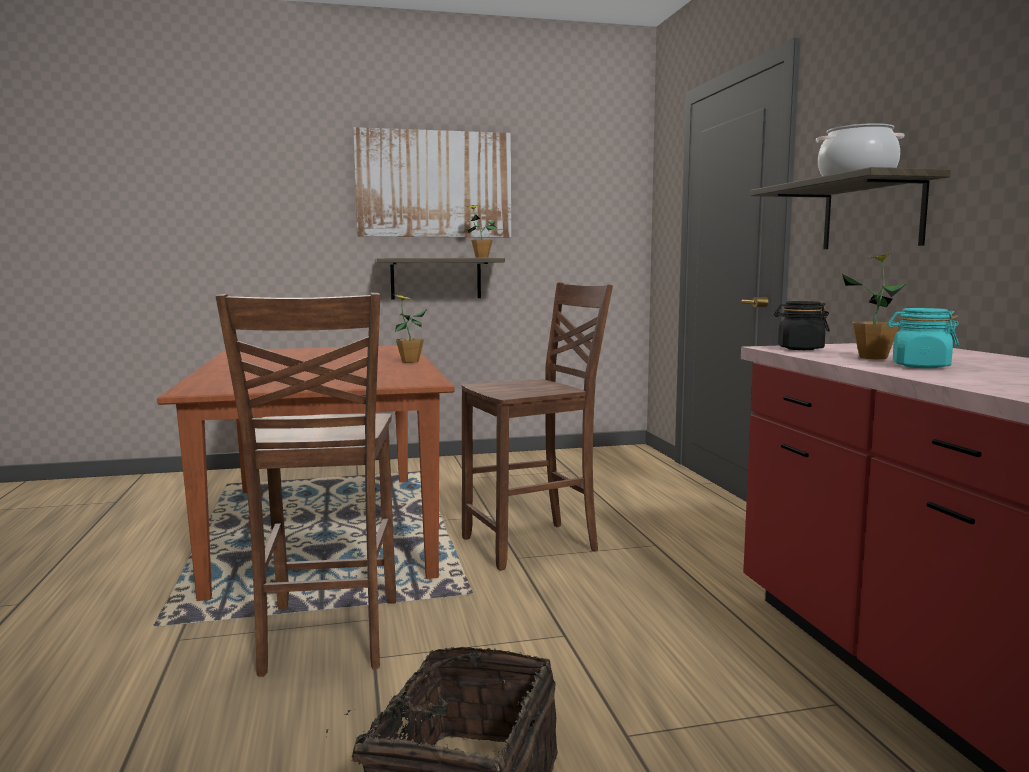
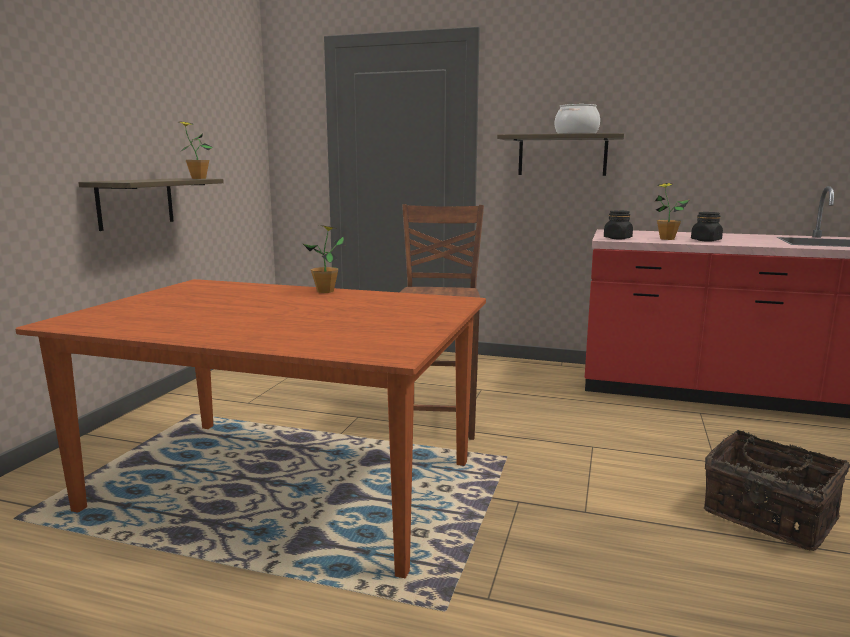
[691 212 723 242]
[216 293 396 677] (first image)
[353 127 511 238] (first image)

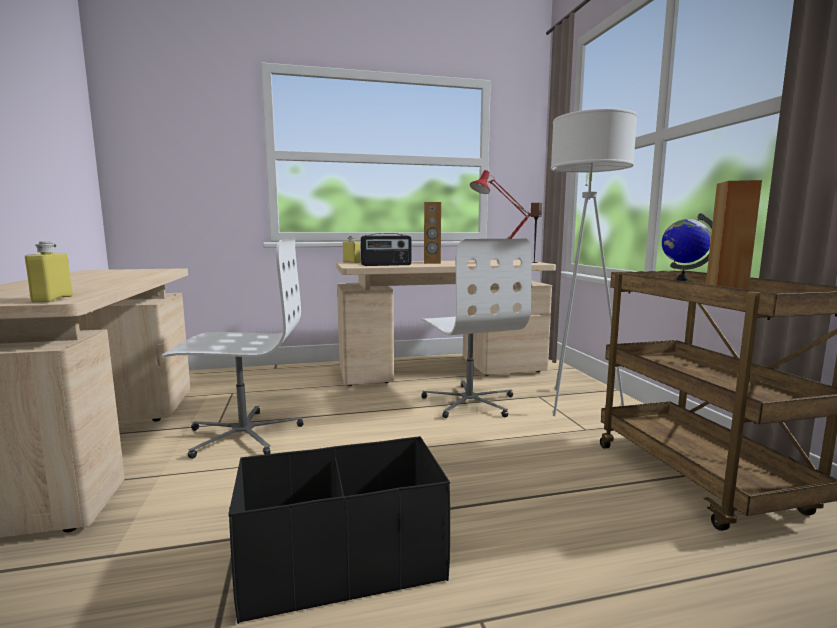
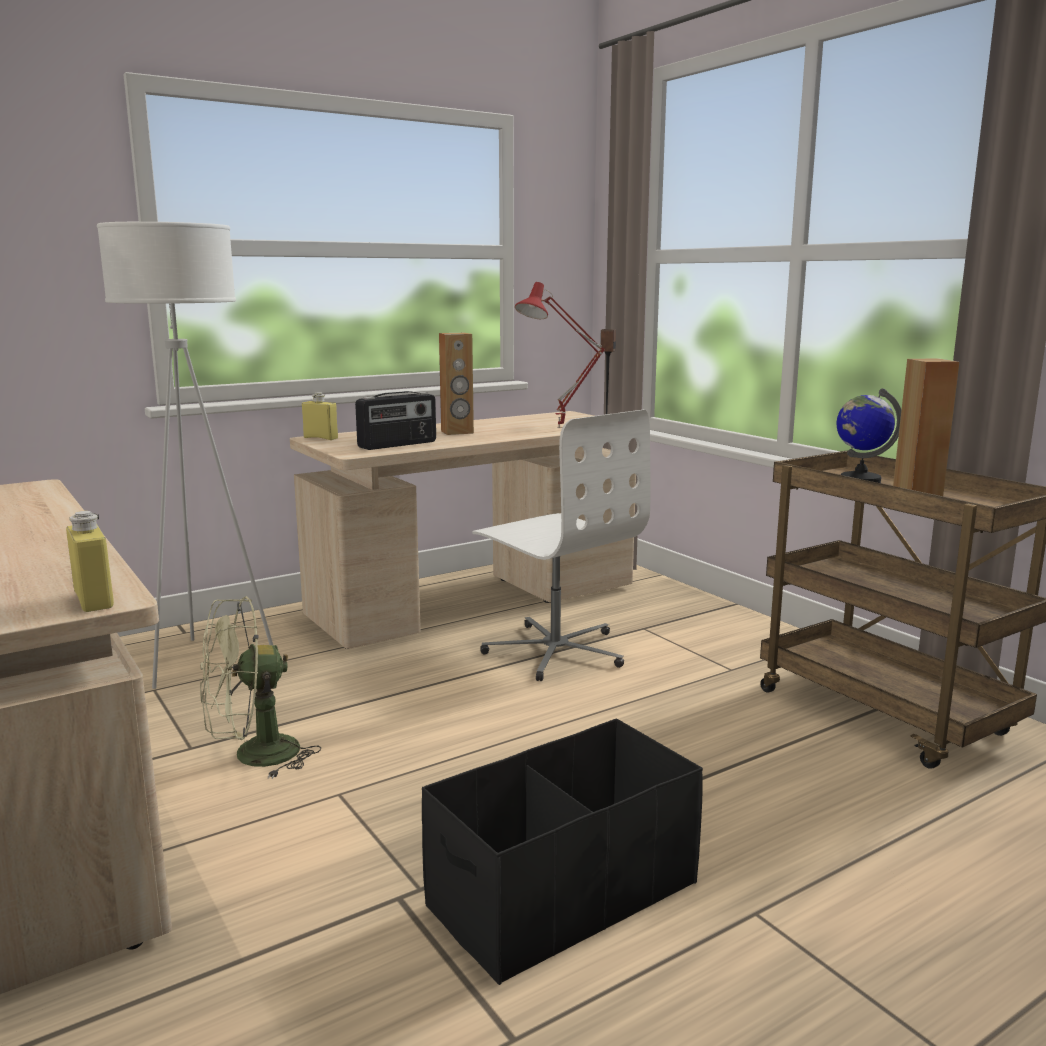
[97 222 273 689]
[200 596 321 779]

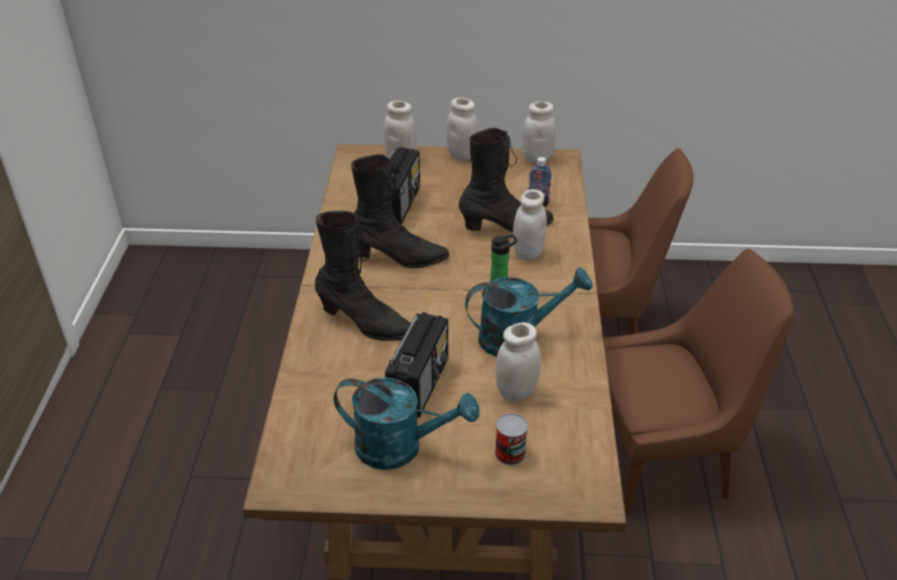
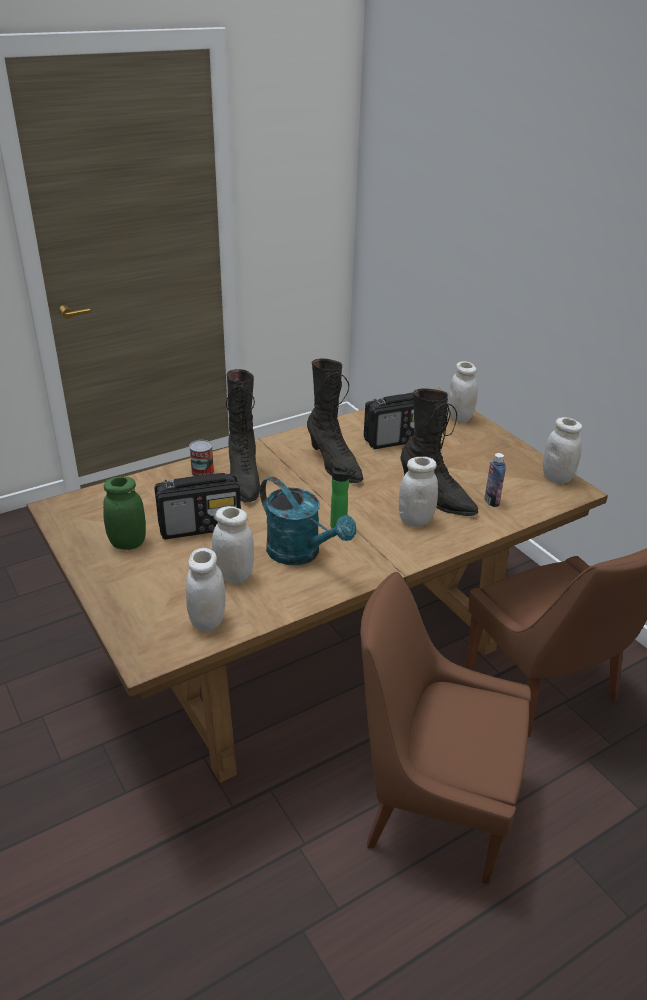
[103 477 146 550]
[186 548 225 632]
[189 440 214 476]
[360 572 531 884]

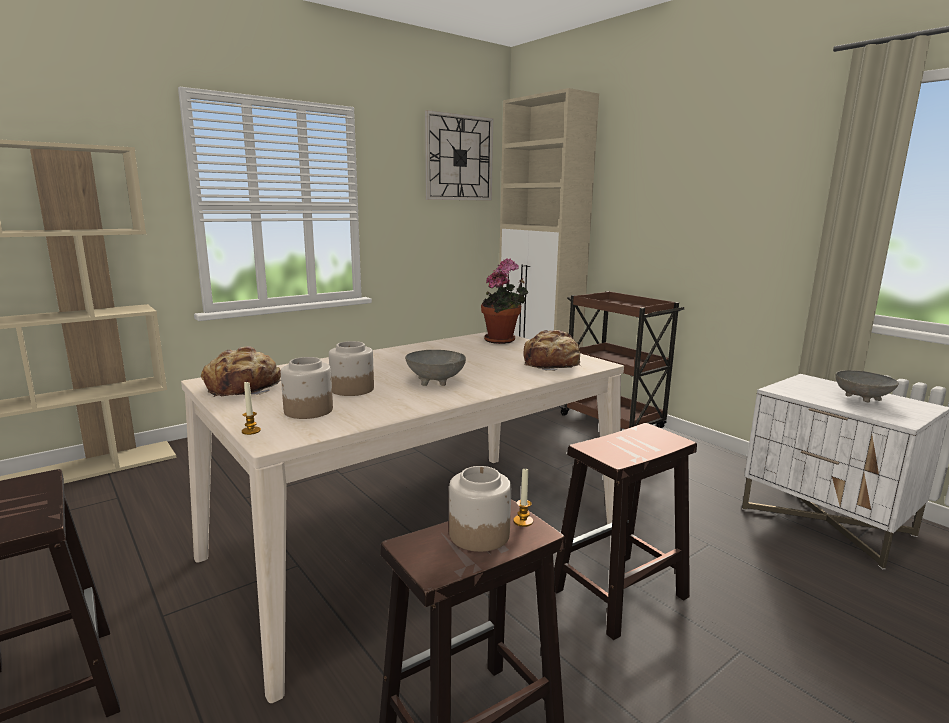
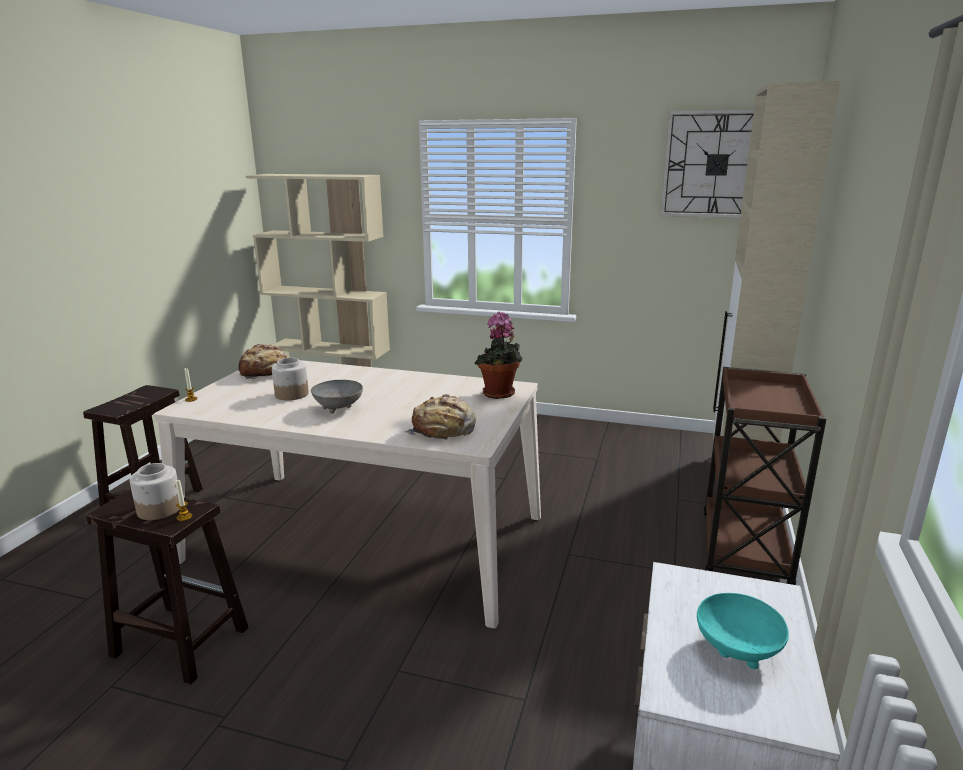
[697 593 789 669]
[281 357 333 419] (first image)
[554 423 697 640] (first image)

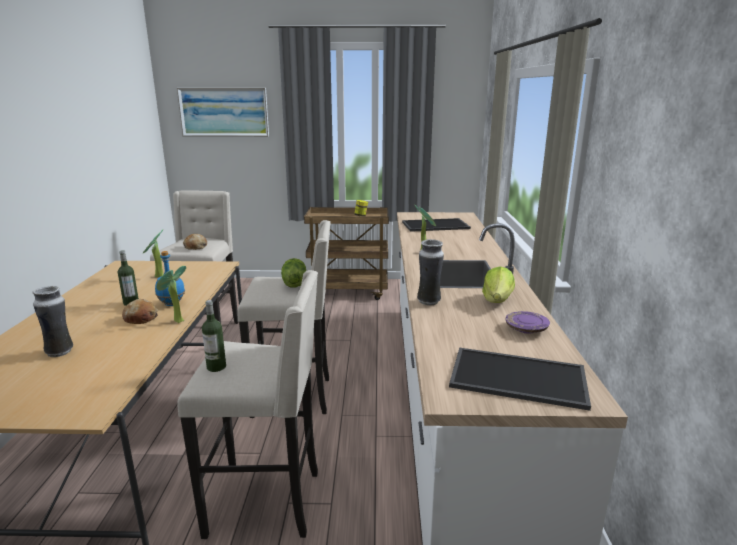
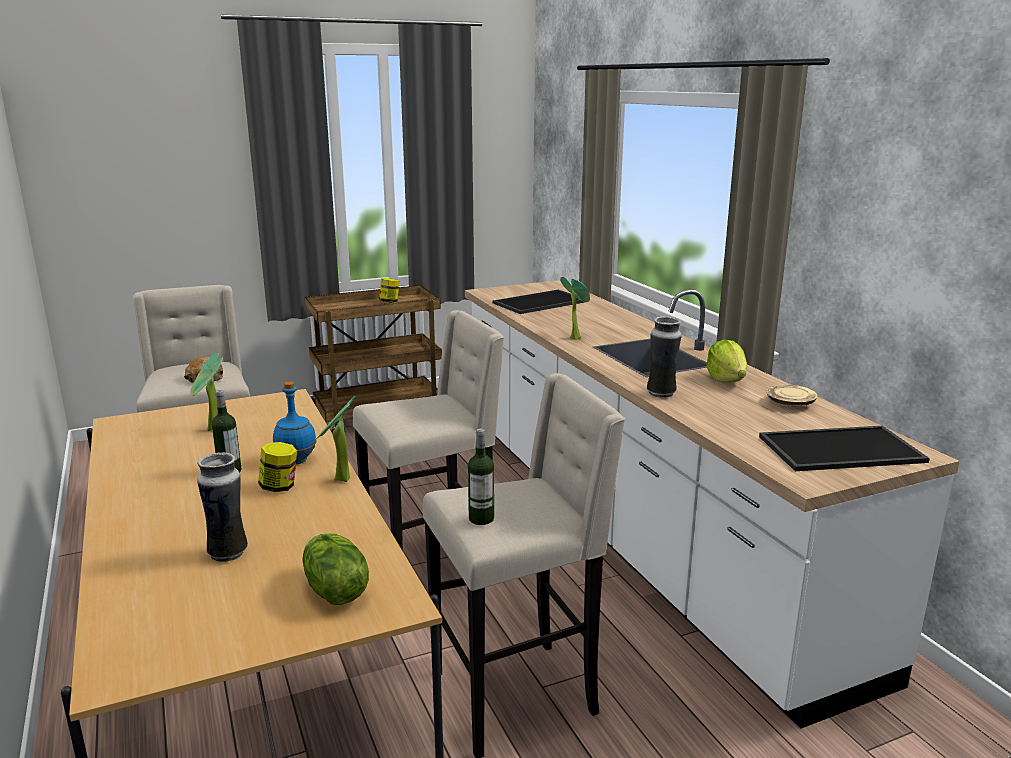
[258 442 297 492]
[303 533 369 605]
[767 385 817 408]
[177 88 269 137] (first image)

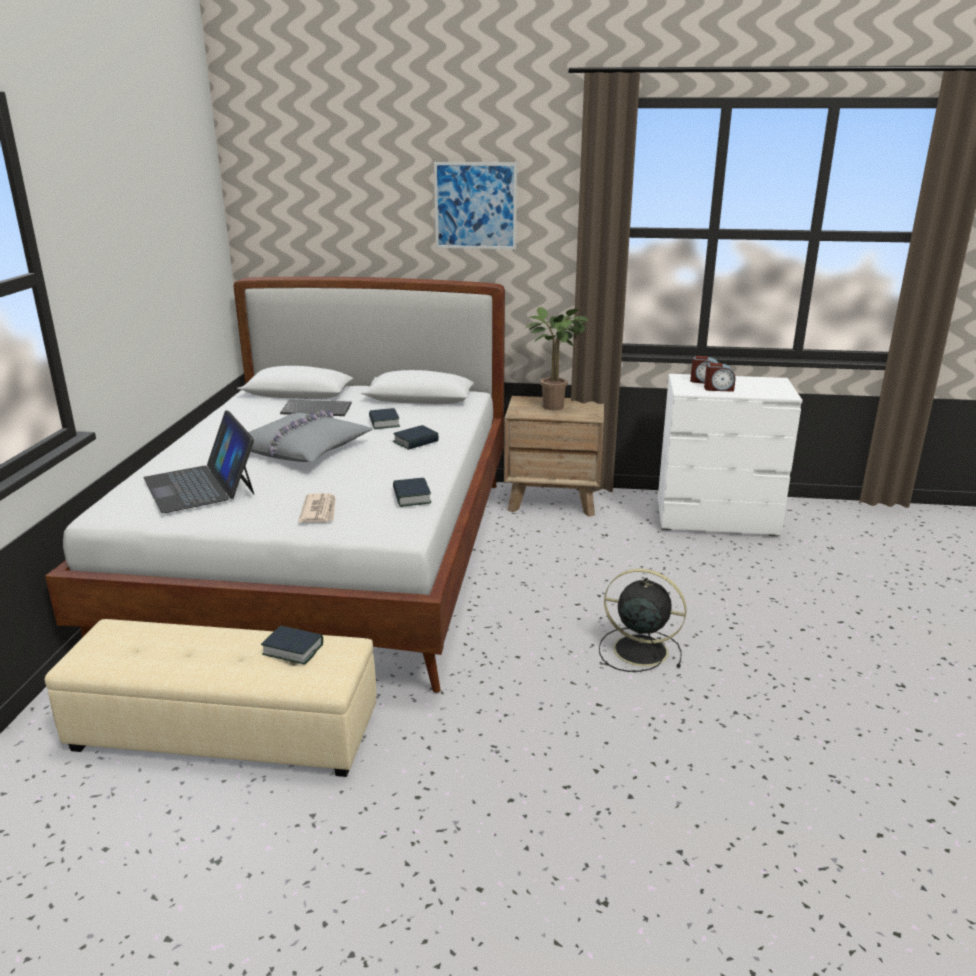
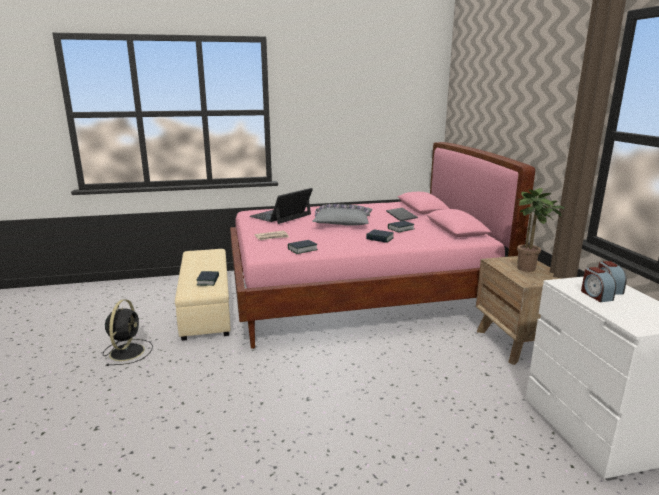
[103 300 153 366]
[230 142 535 349]
[434 162 517 249] (first image)

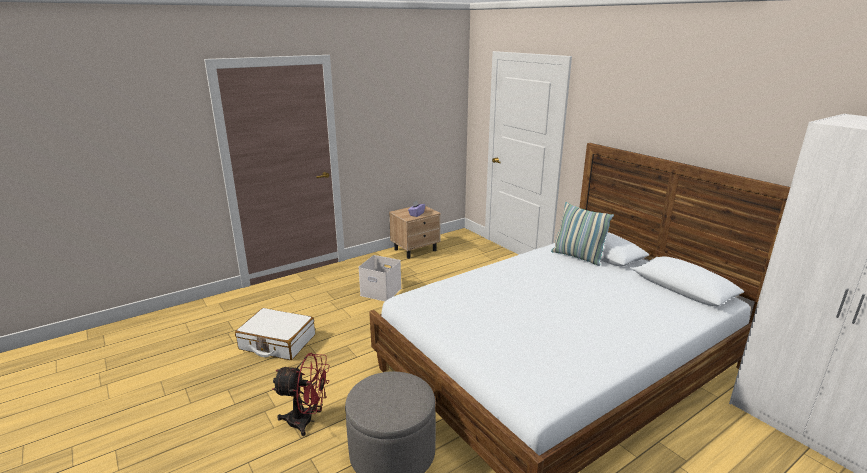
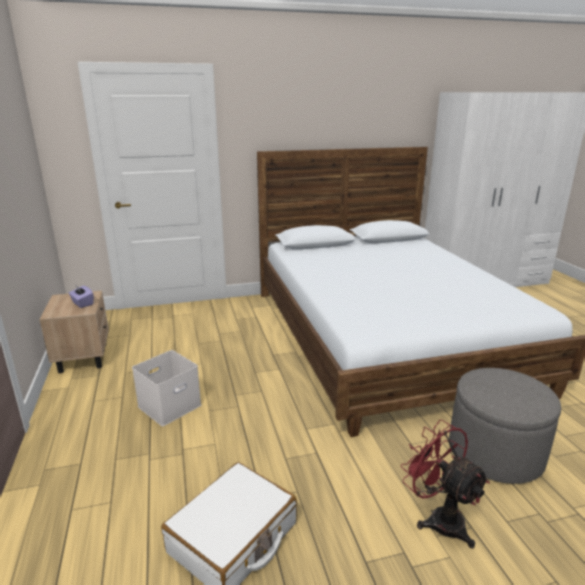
[401 419 490 548]
[551 202 614 266] (first image)

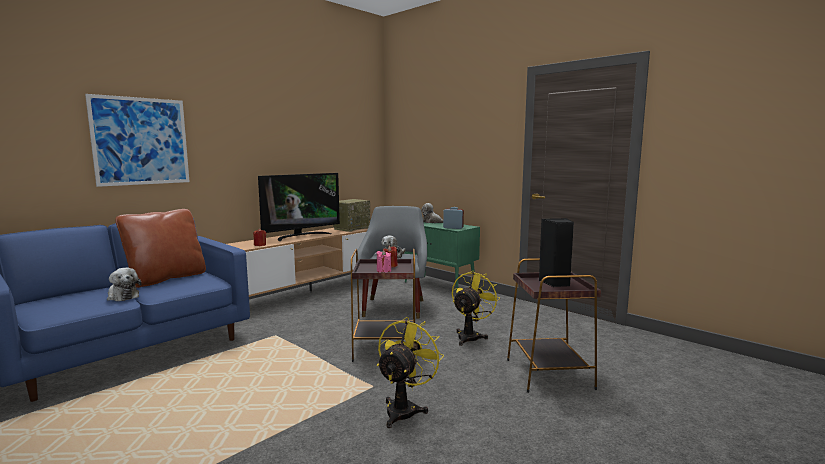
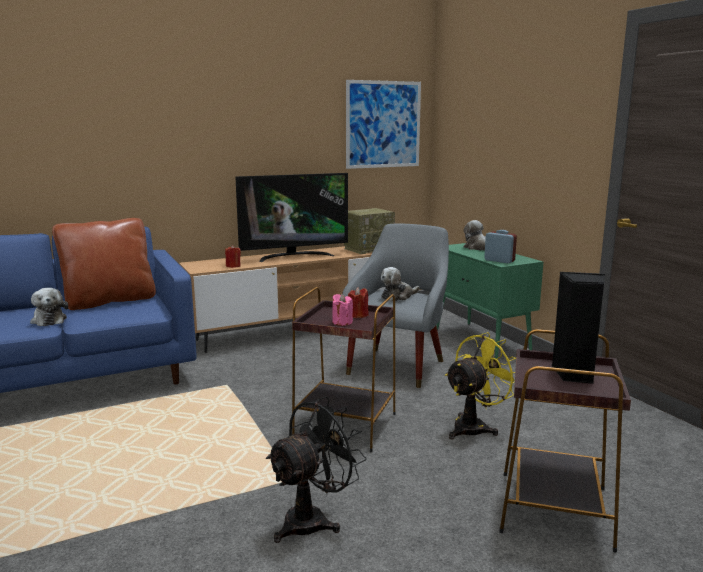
[266 397 366 543]
[346 80 421 169]

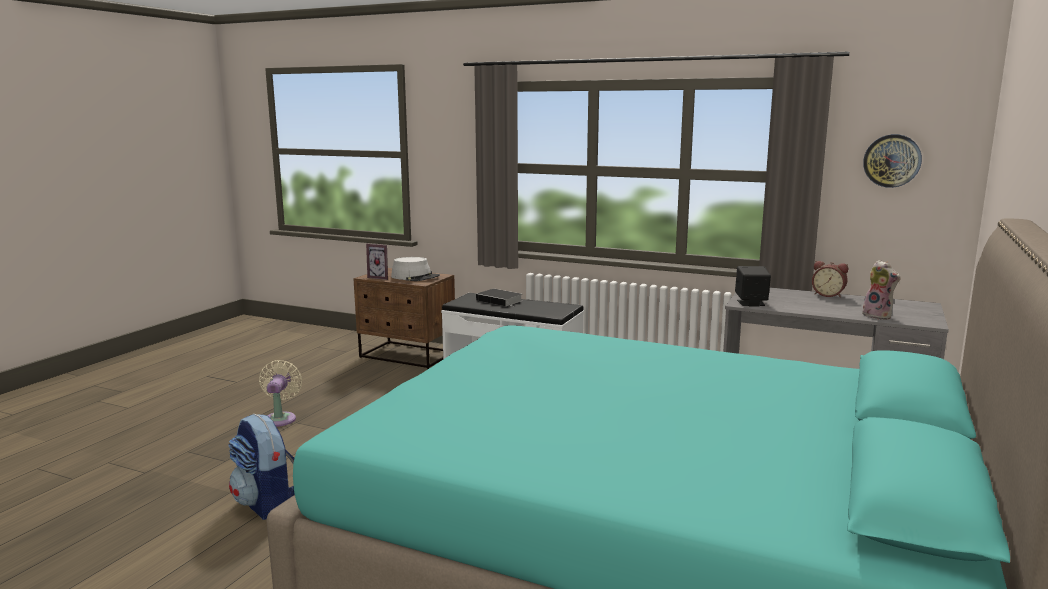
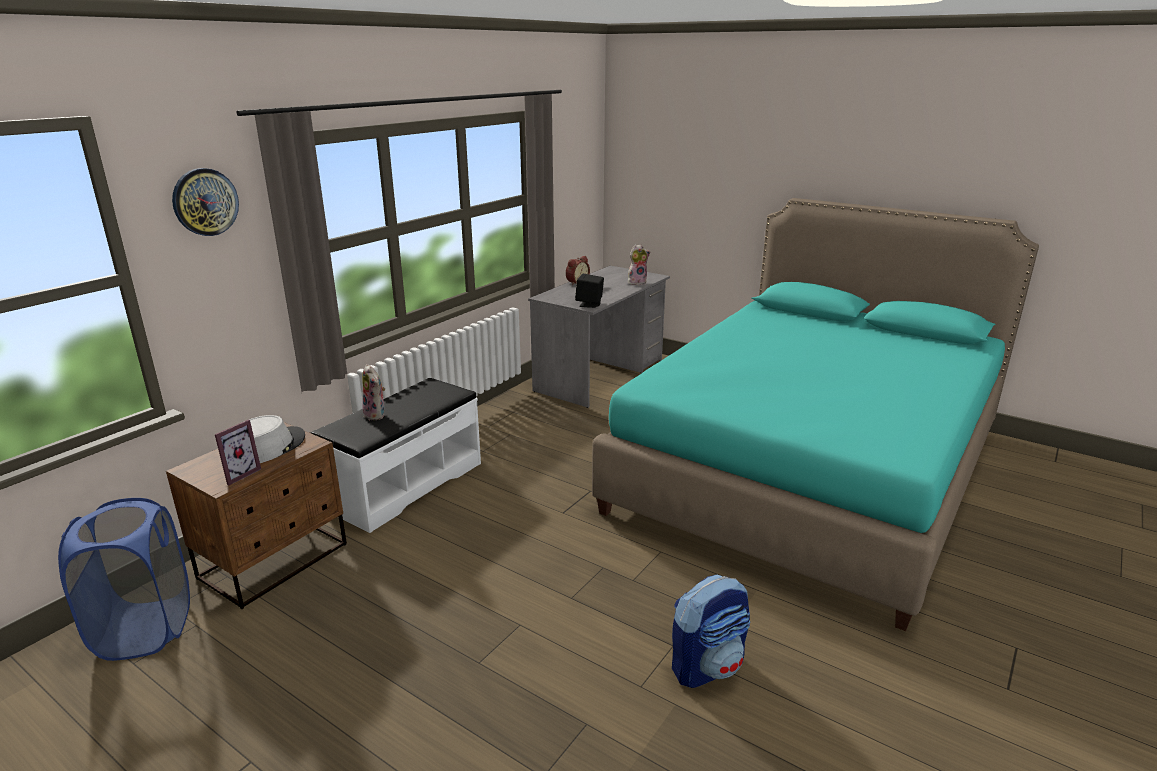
[58 498 190 661]
[172 168 239 236]
[362 364 385 420]
[259 360 302 427] (first image)

